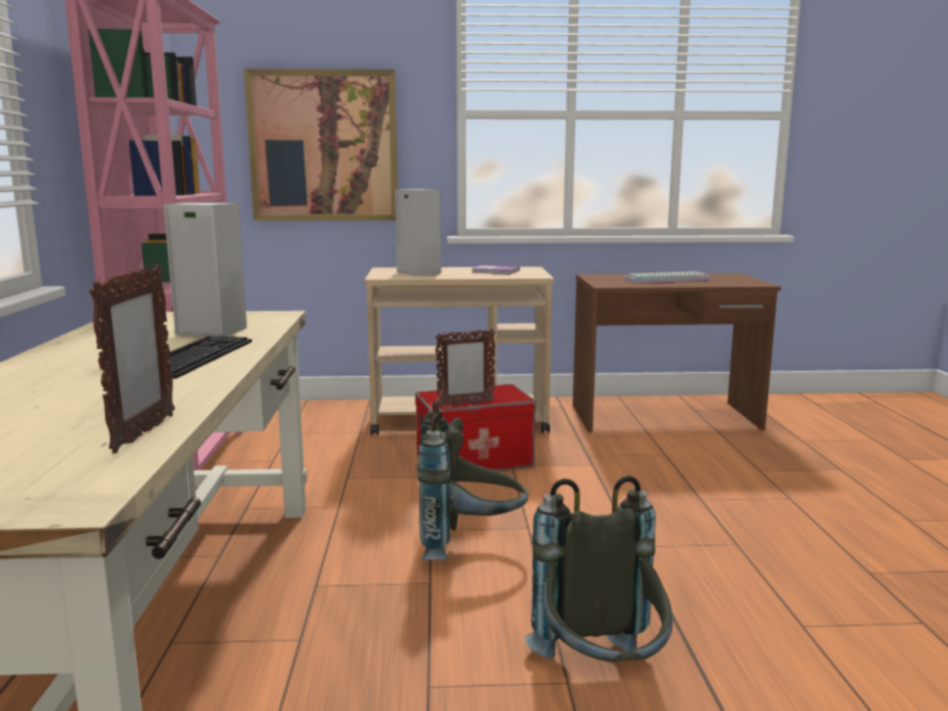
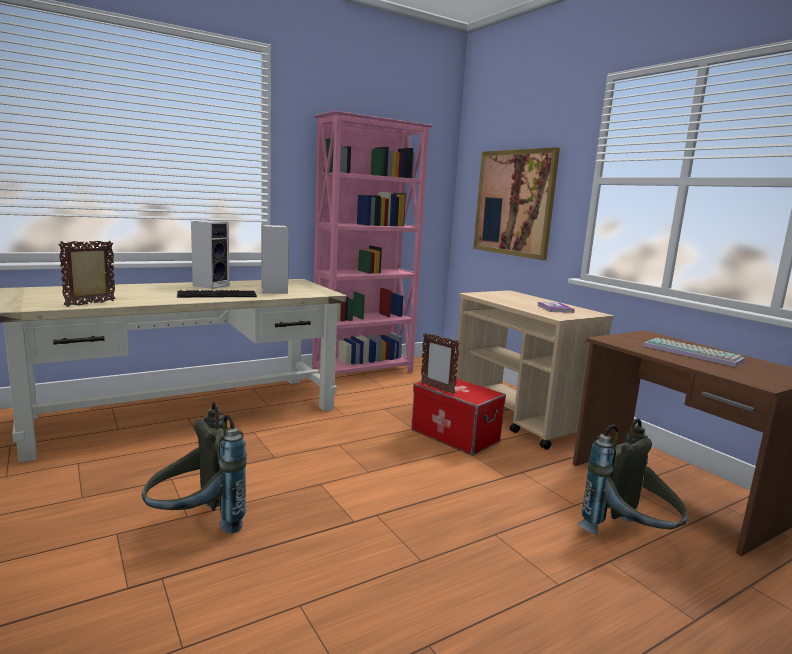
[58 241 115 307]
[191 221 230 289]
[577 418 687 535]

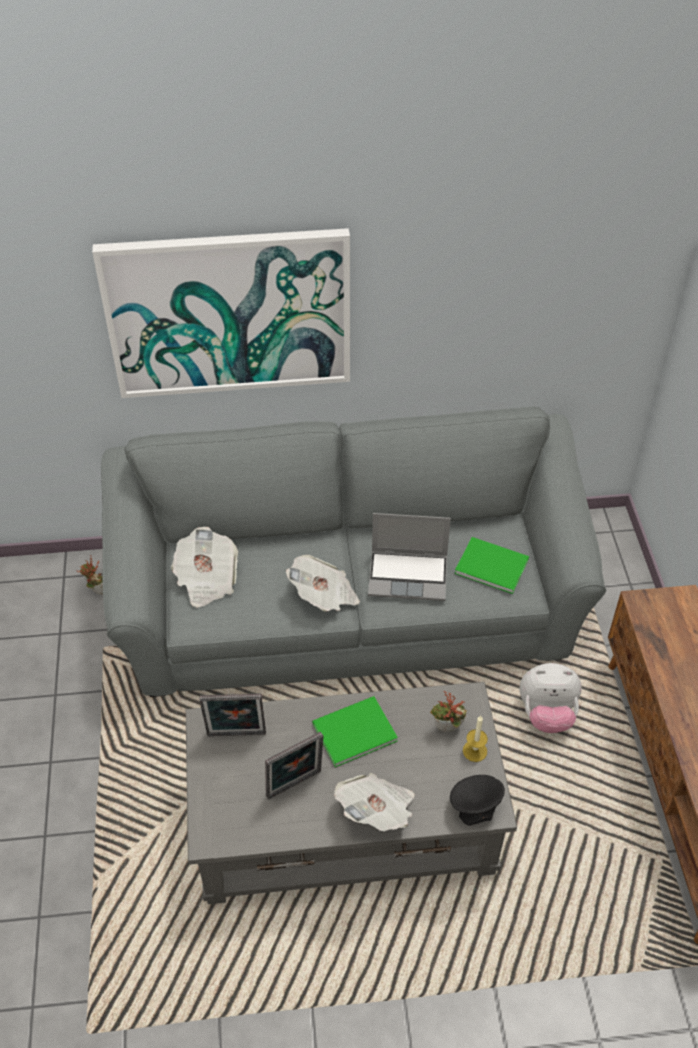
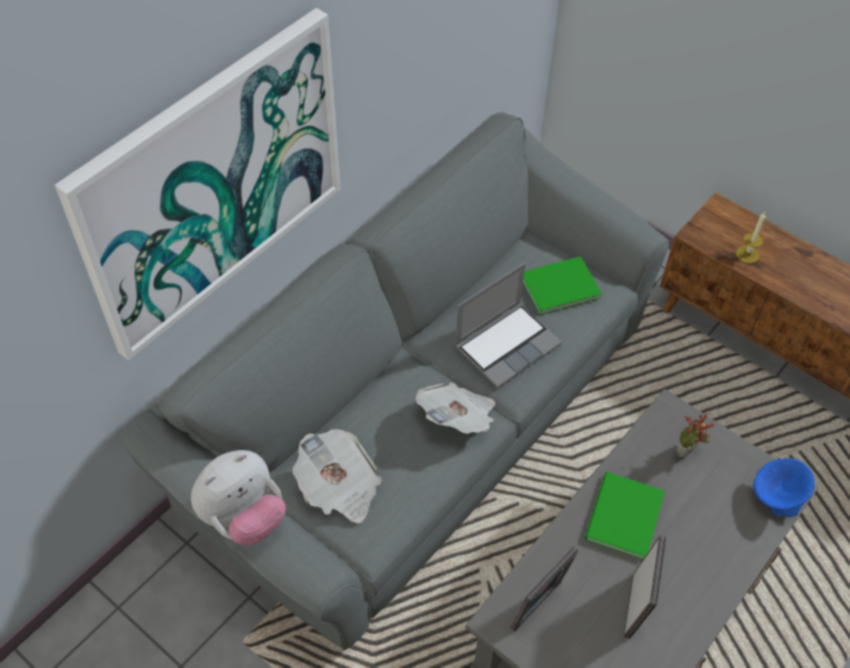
[191 450 286 546]
[736 213 765 263]
[754 458 815 517]
[77 555 103 595] (first image)
[334 773 415 831] (first image)

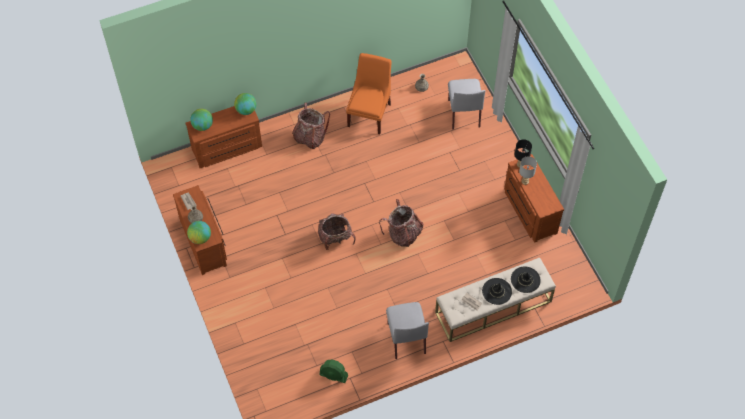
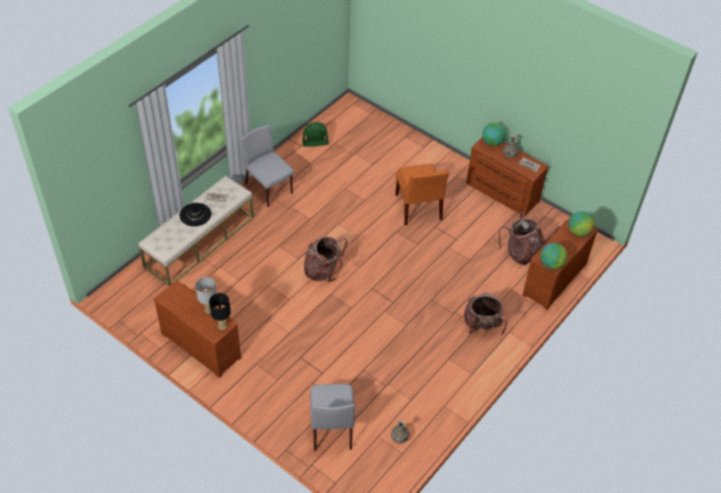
[310 384 355 451]
[396 164 449 225]
[499 211 546 265]
[511 267 541 293] (first image)

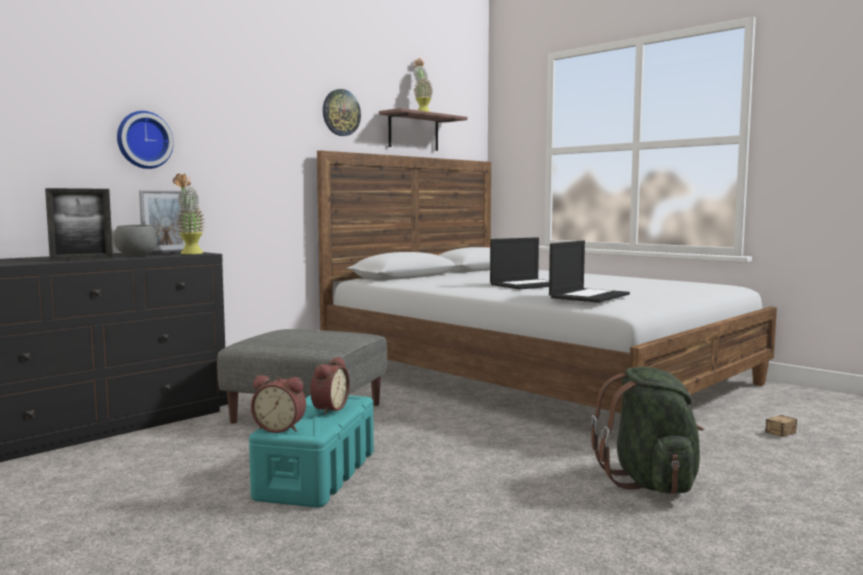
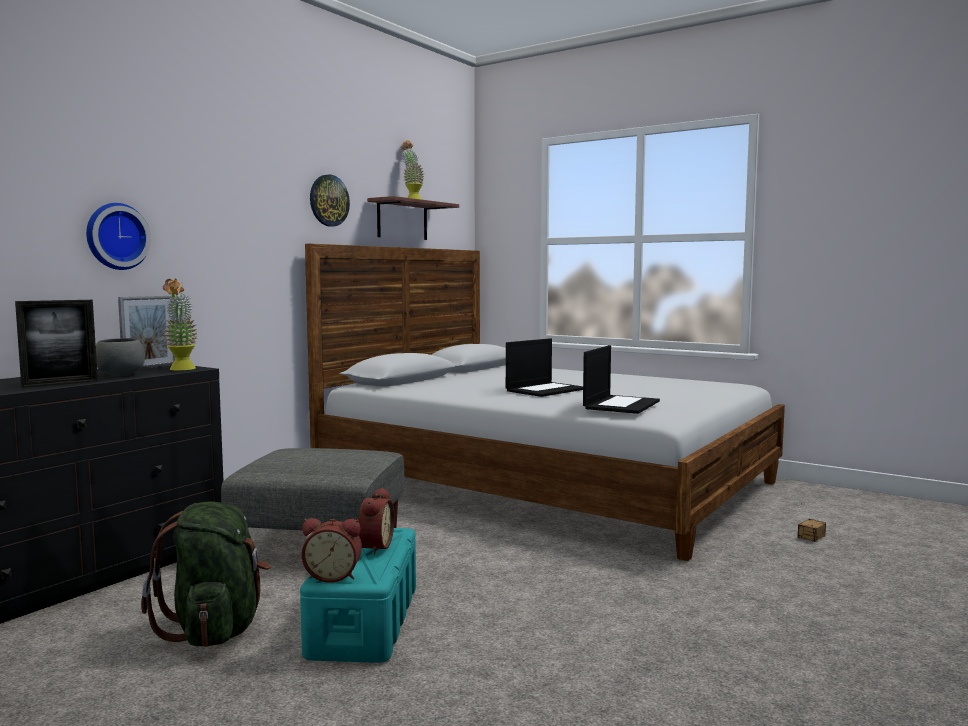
[141 501 271 647]

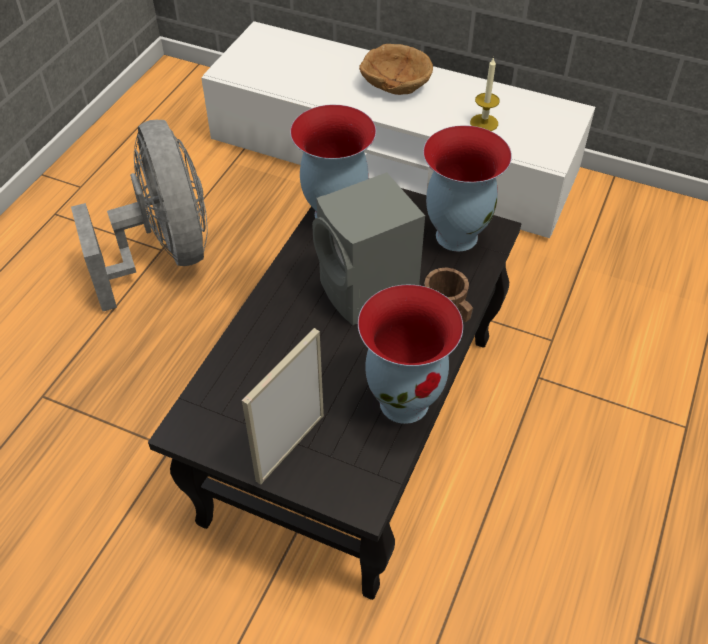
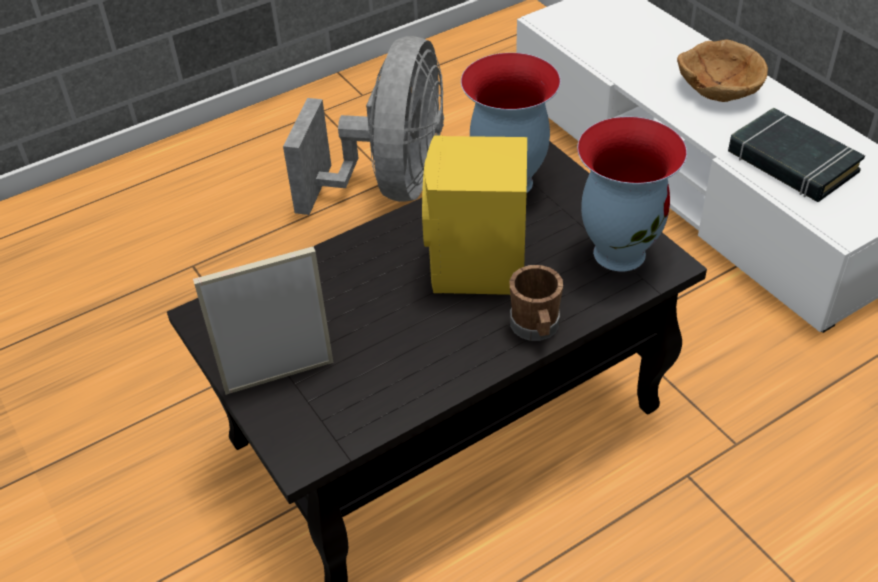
[422 135 527 295]
[728 108 865 202]
[358 285 463 424] (first image)

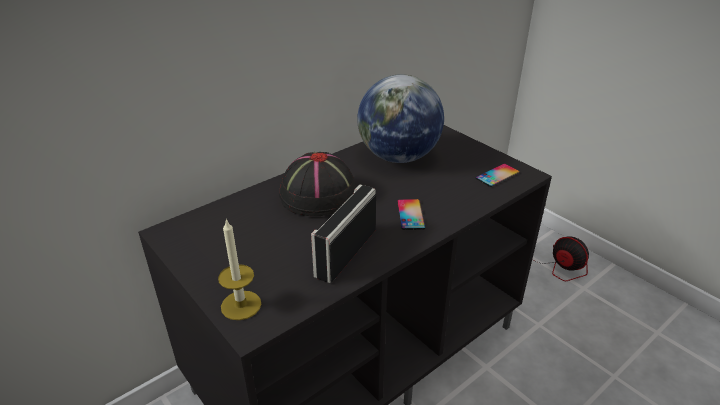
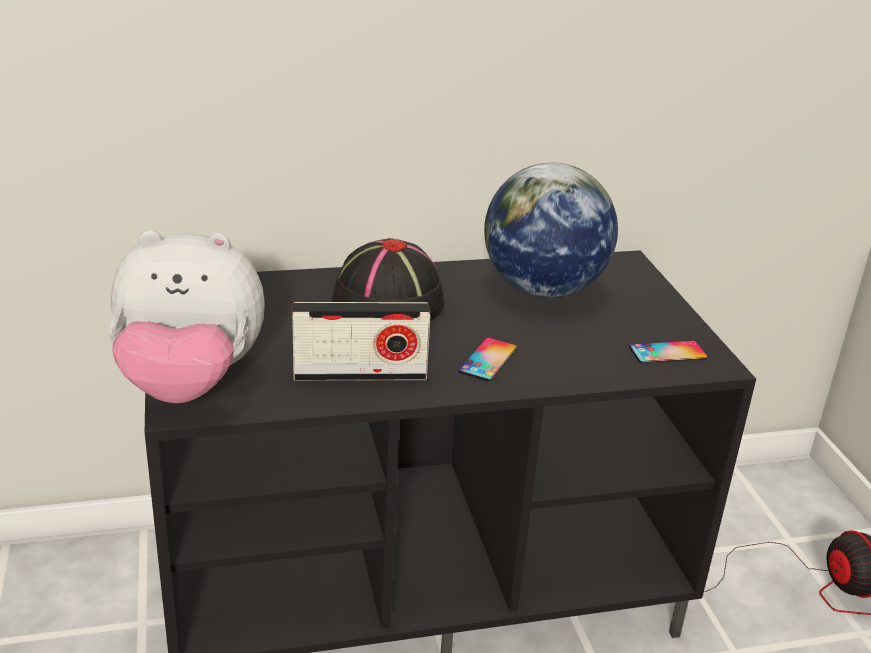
[109 230 265 403]
[292 302 431 381]

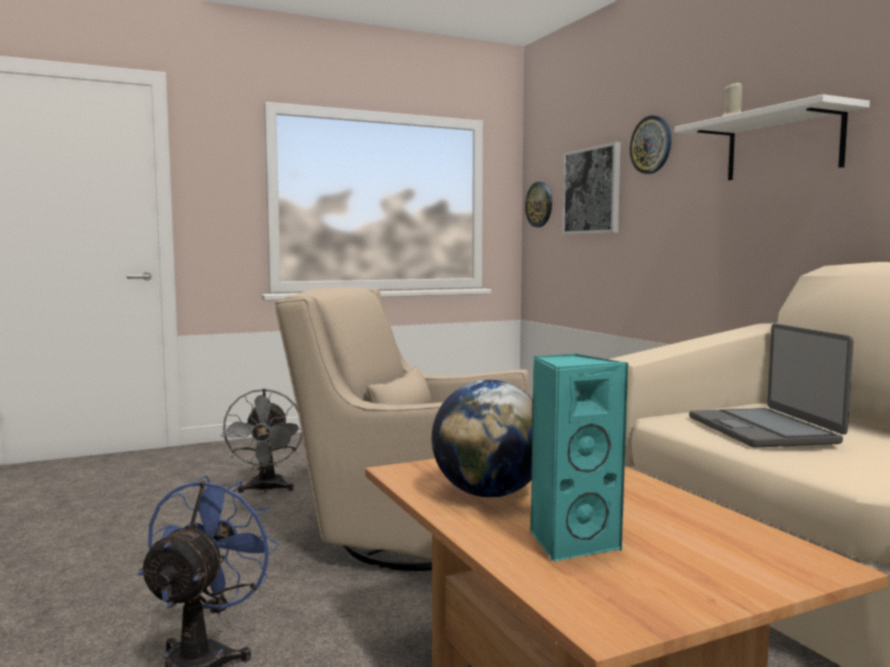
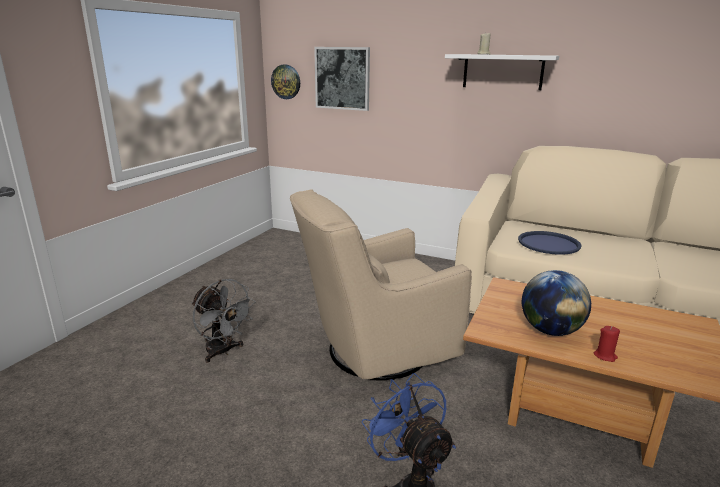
[518 231 582 255]
[594 326 620 362]
[530 354 628 562] (first image)
[630 115 672 174] (first image)

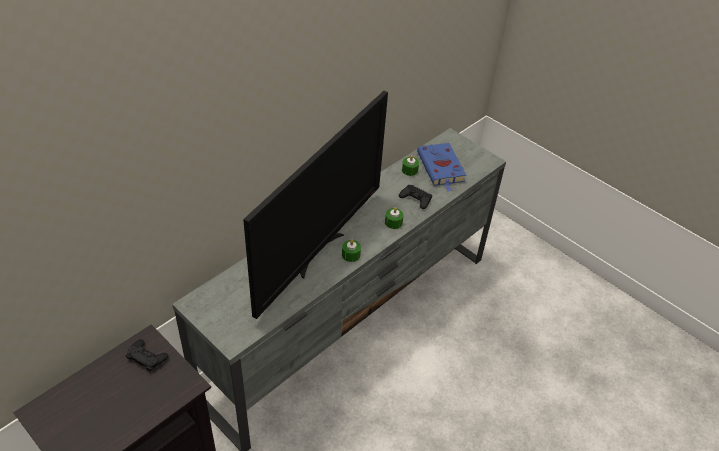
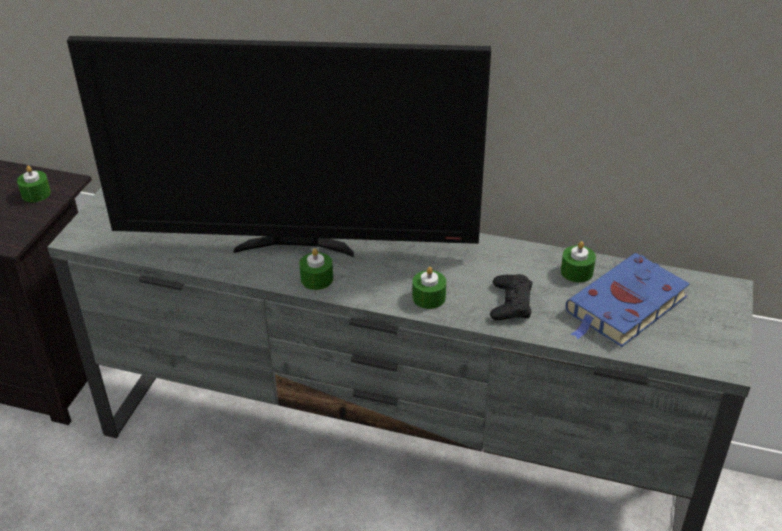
[17 166 51 202]

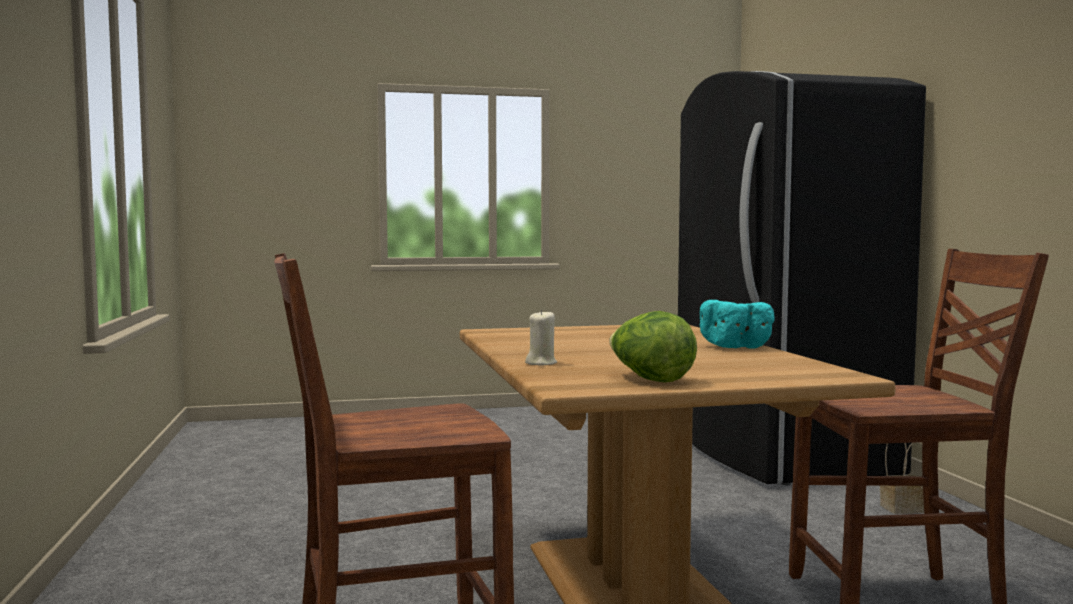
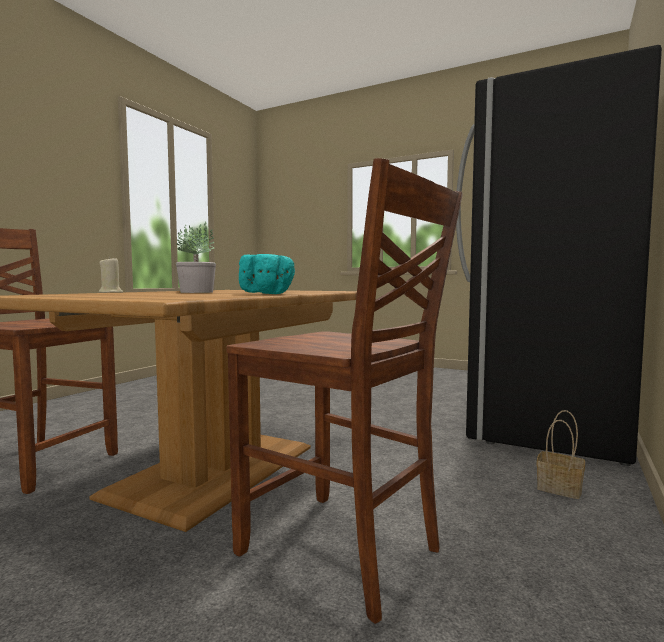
[176 222 216 293]
[609 311 697 382] (first image)

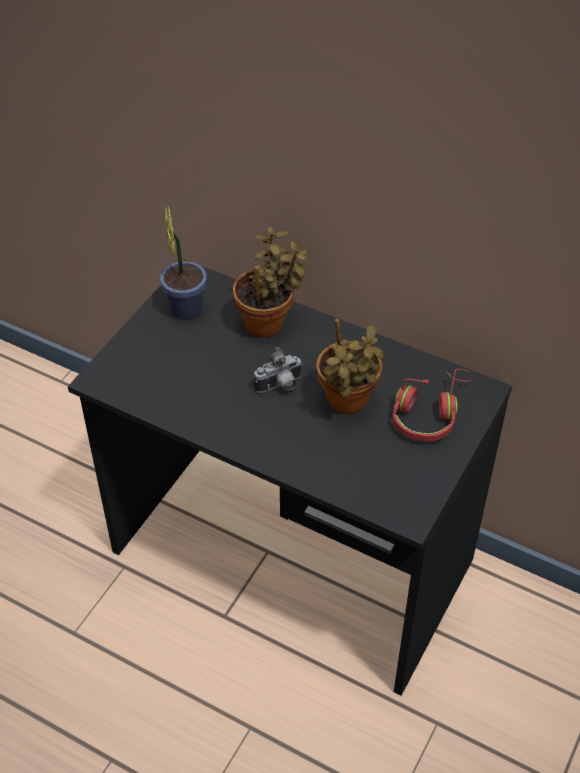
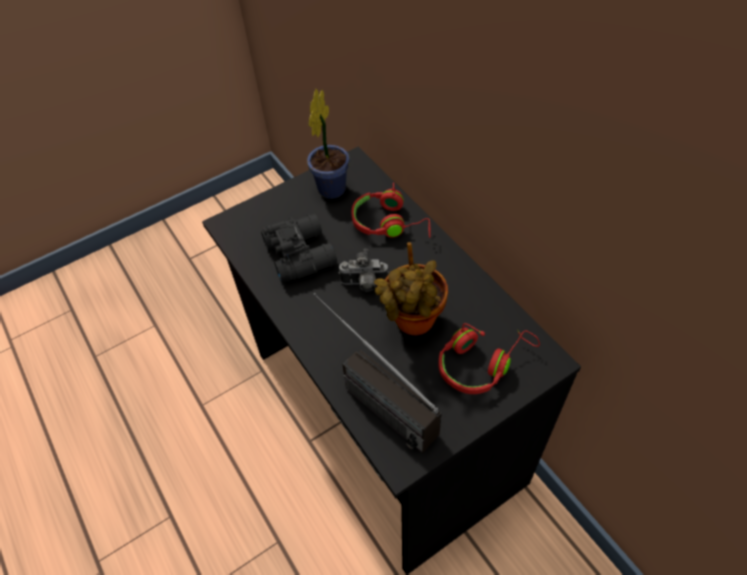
[261 213 337 283]
[313 293 442 453]
[351 182 430 238]

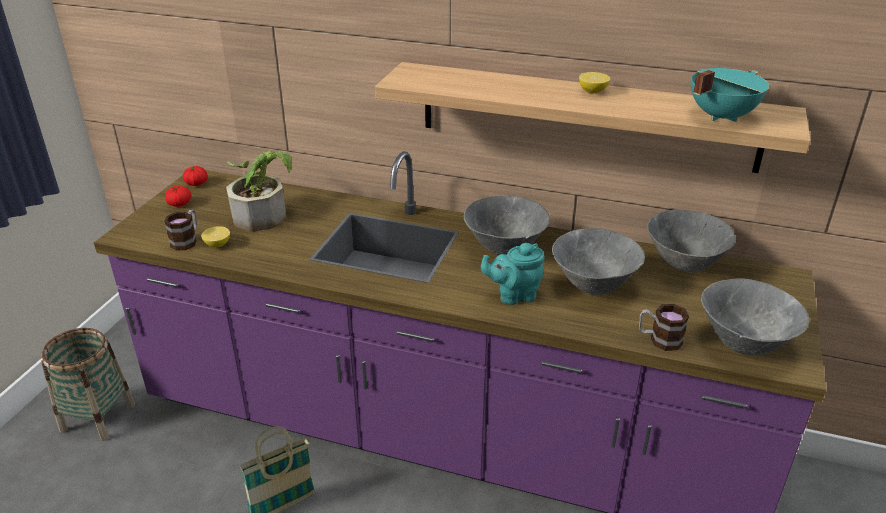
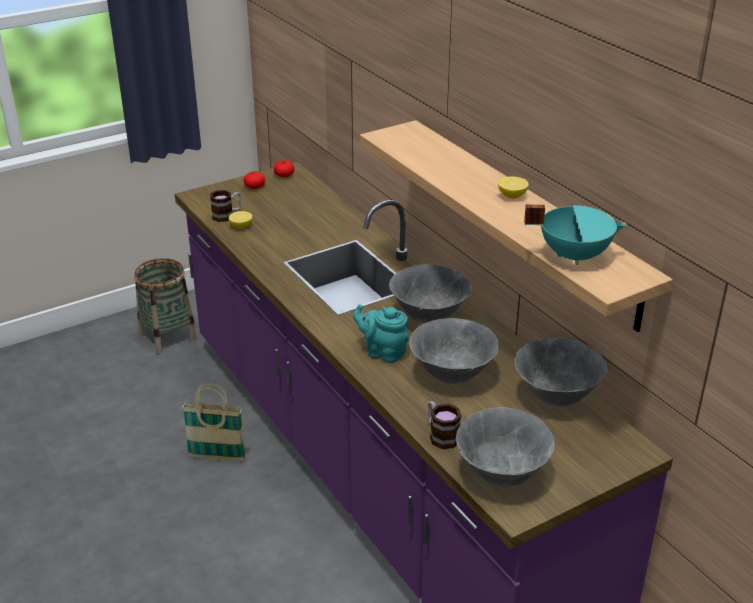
[226 151 292 231] (first image)

